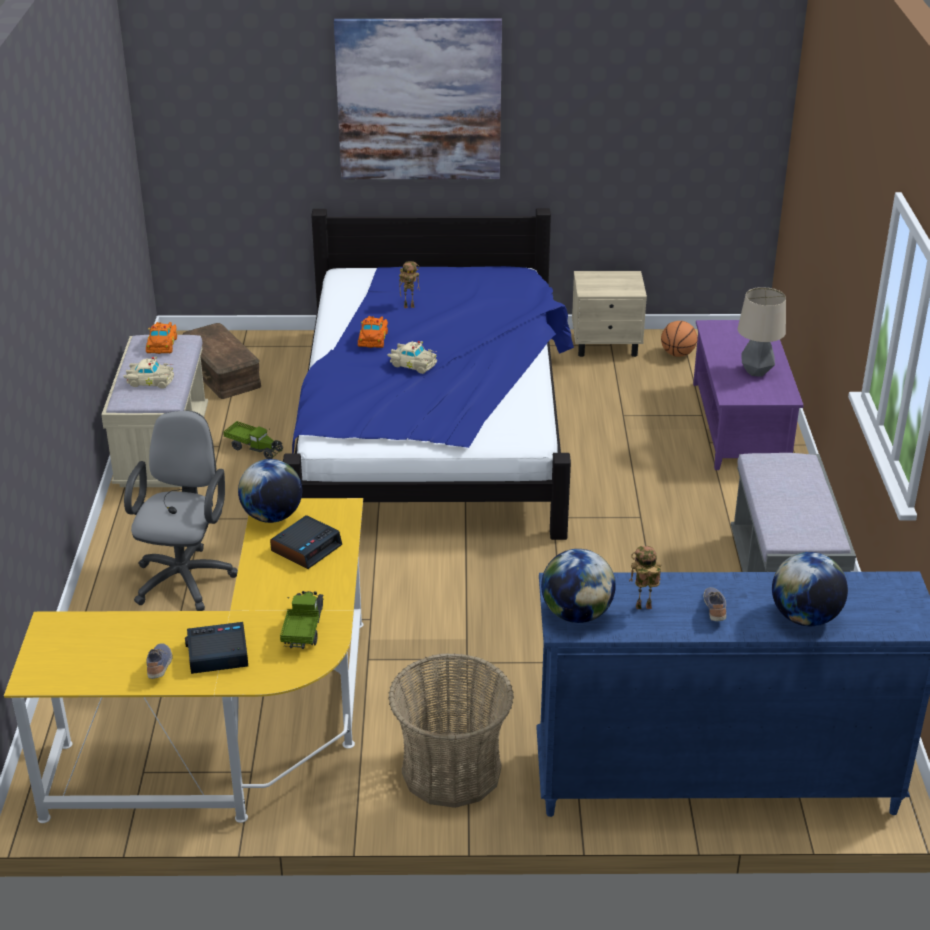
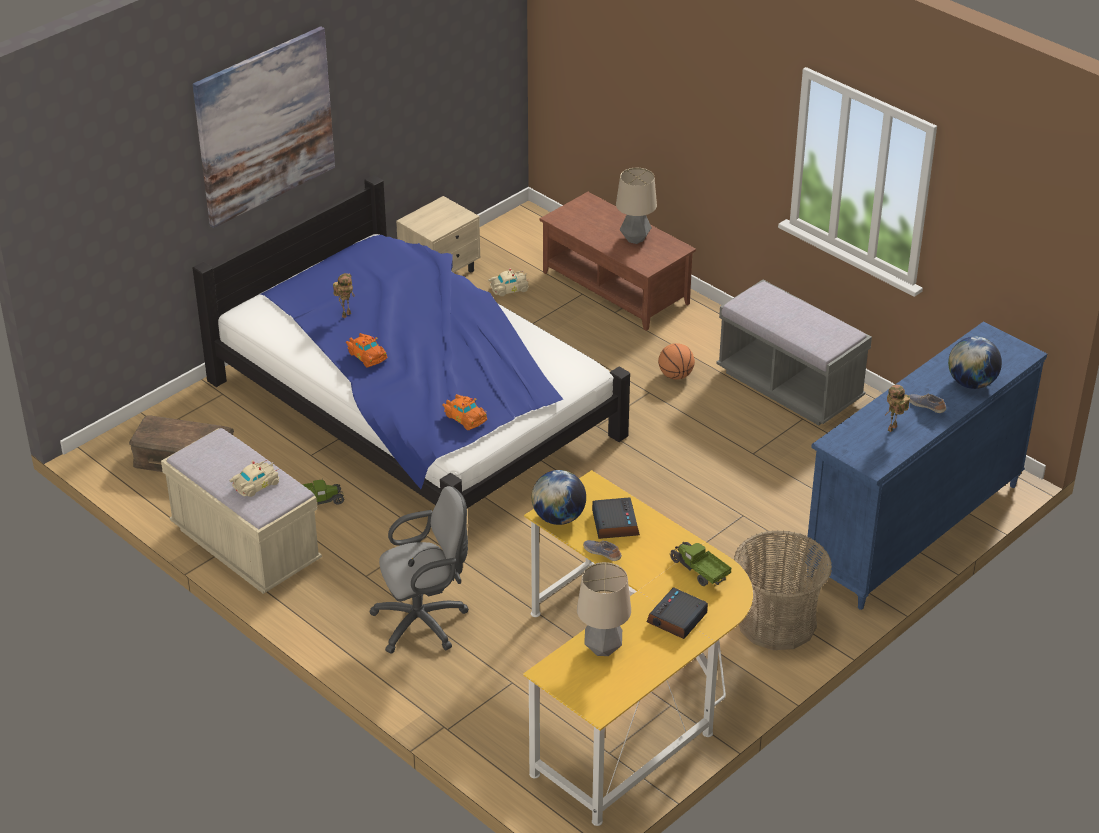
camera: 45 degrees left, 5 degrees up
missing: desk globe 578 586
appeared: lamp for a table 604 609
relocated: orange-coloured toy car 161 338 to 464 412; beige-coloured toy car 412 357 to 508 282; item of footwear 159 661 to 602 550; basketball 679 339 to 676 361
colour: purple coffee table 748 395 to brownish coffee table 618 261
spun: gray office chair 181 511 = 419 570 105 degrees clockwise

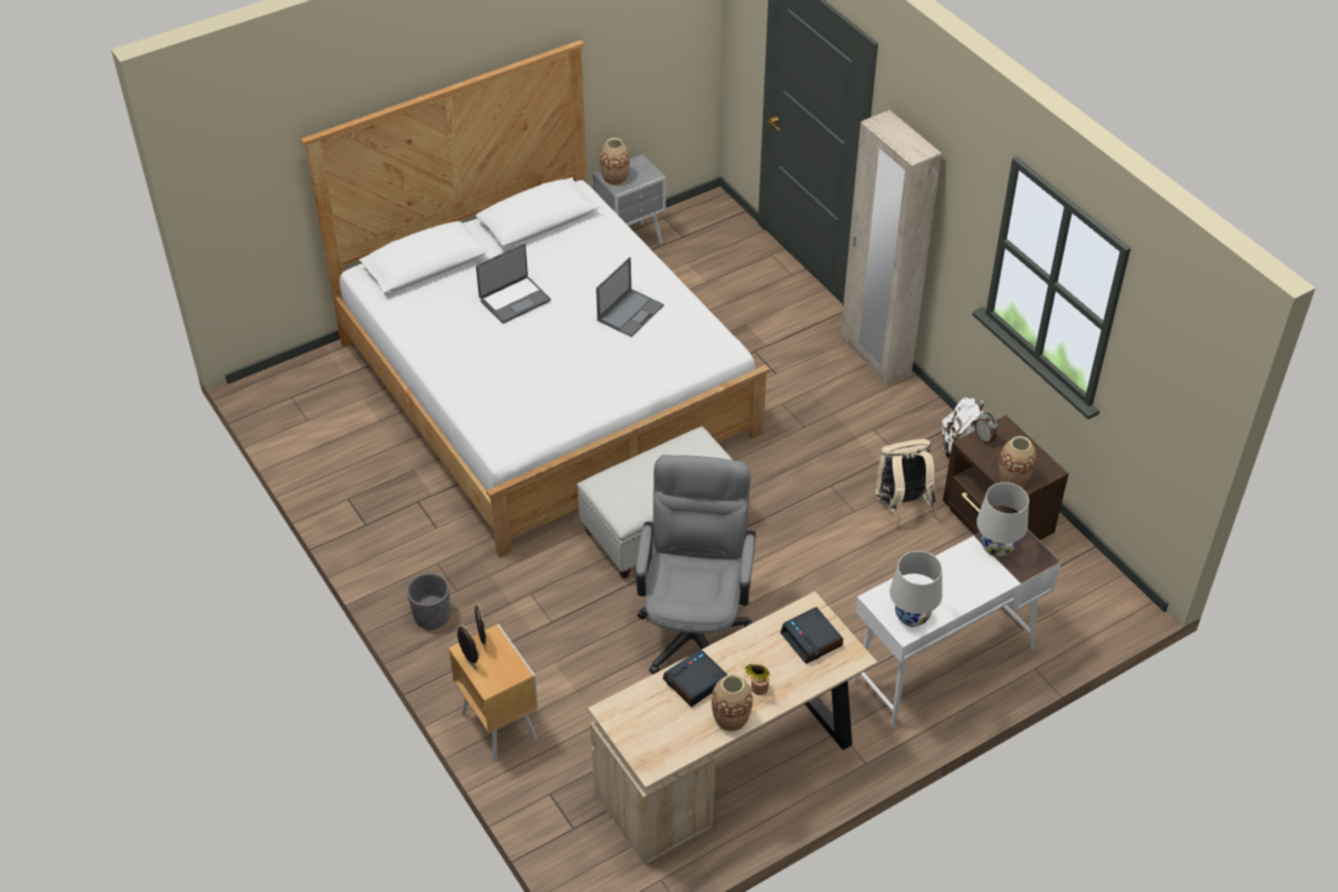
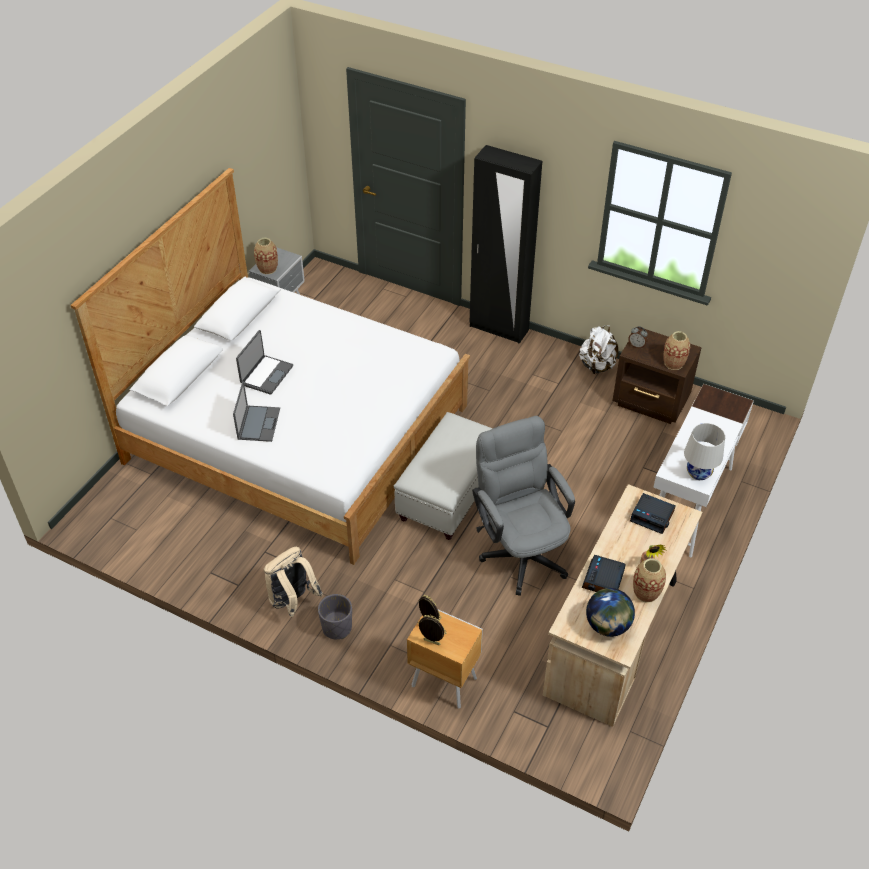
camera: 30 degrees left, 0 degrees up
missing: whitish lamp for a table 1003 519
appeared: desk globe 610 612
relocated: laptop 630 297 to 256 411; beige-coloured rucksack 906 477 to 293 582
colour: beige-coloured clothes cupboard 891 247 to blackish clothes cupboard 506 244

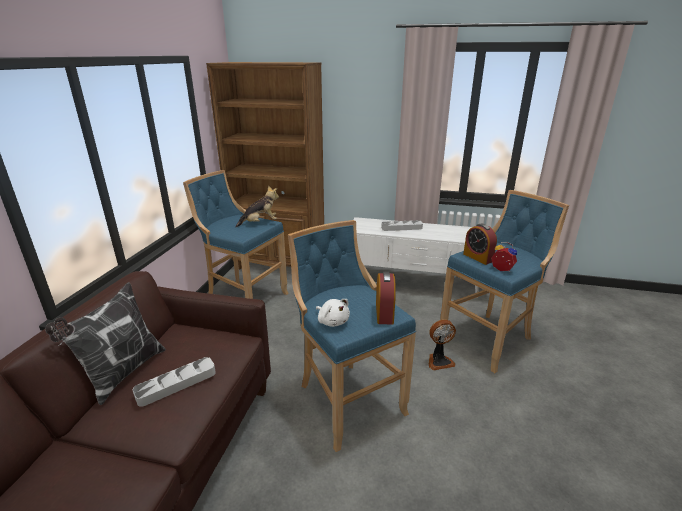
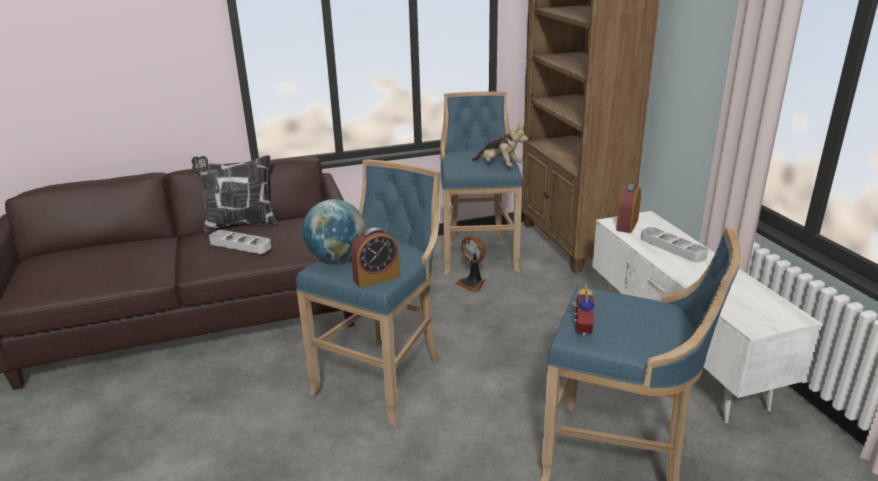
camera: 60 degrees right, 0 degrees up
relocated: fan 442 344 to 470 263; table clock 480 244 to 628 208
exchanged: whitish cuddly toy 333 313 to desk globe 334 230

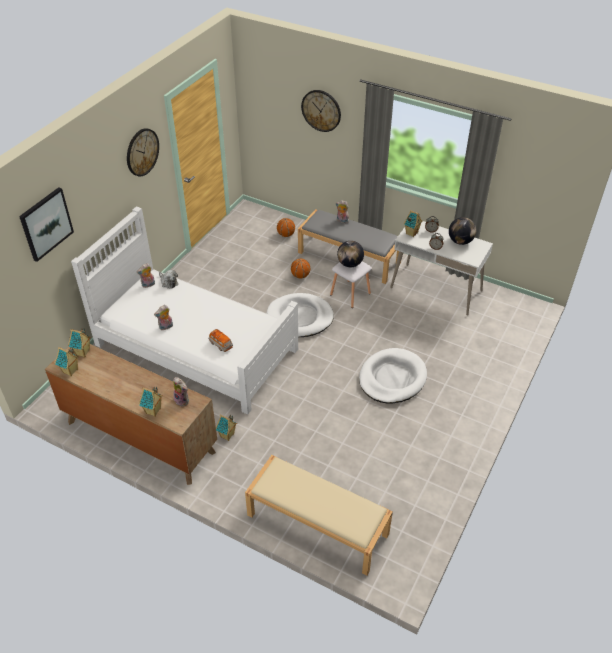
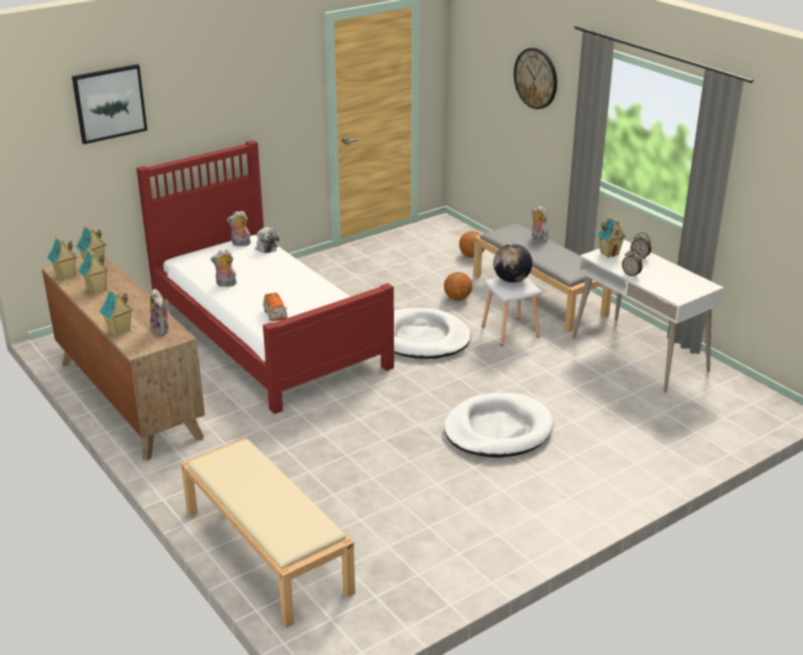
camera: 25 degrees right, 15 degrees down
missing: clock on the wall 143 152; desk globe 462 231
relocated: toy house 226 427 to 93 271
colour: whitish bedroom bed 184 310 to red-coloured bedroom bed 265 277

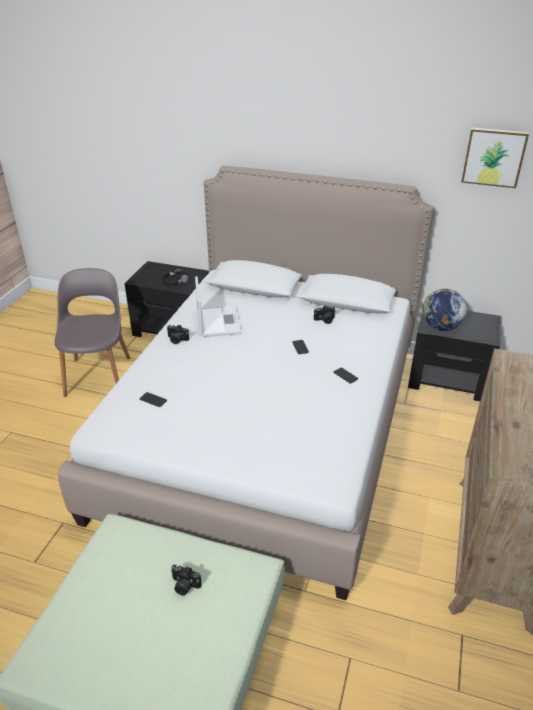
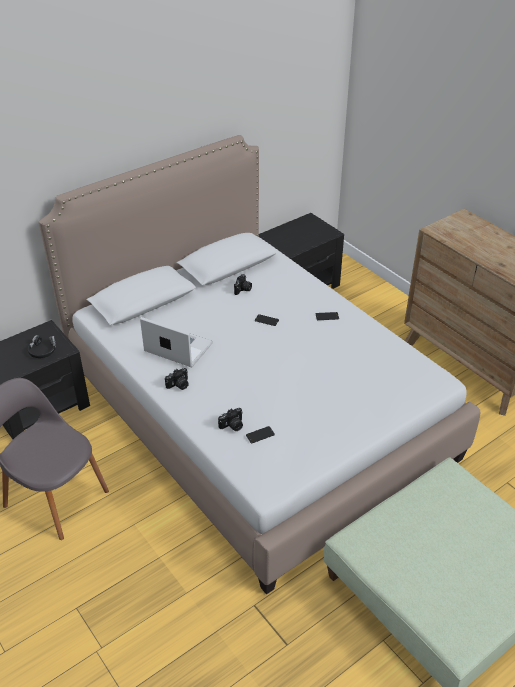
camera: 55 degrees left, 5 degrees up
missing: desk globe 444 310; wall picture 495 158
relocated: still camera 186 580 to 230 419

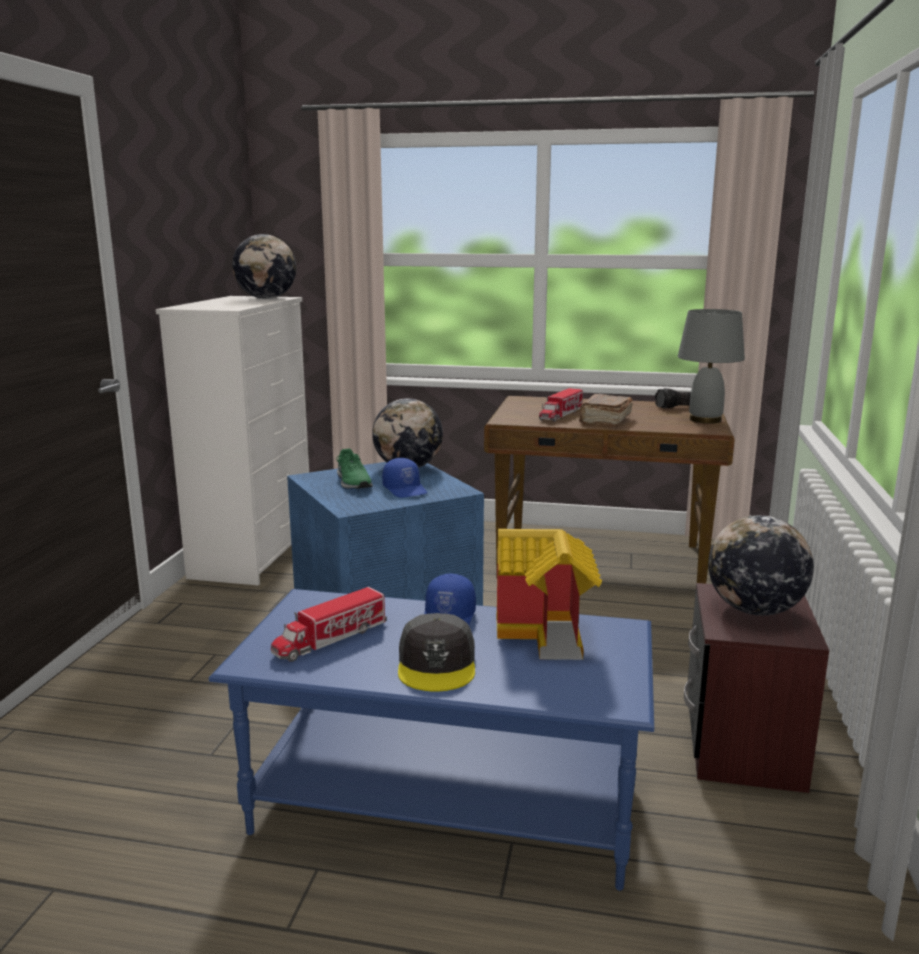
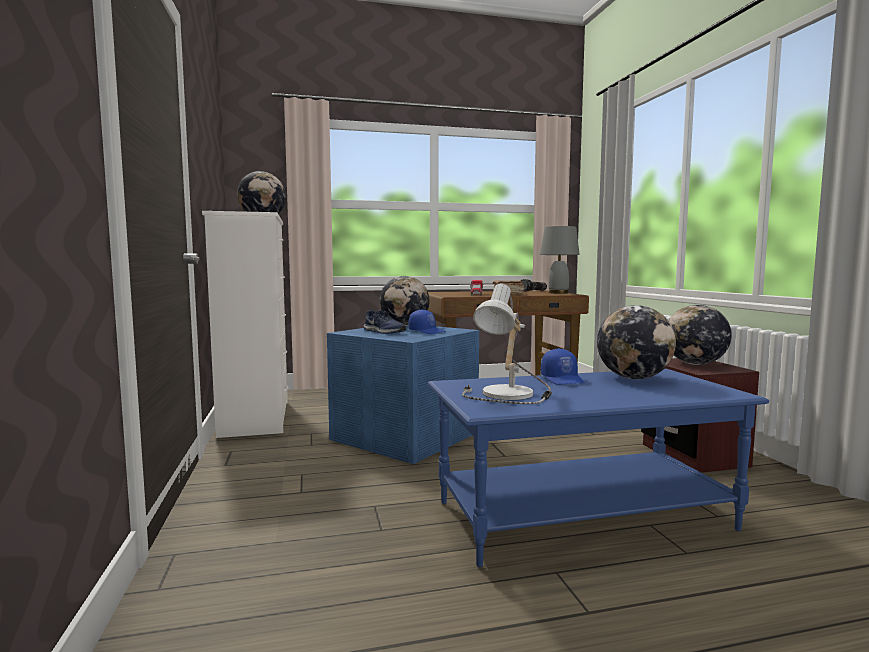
camera: 25 degrees left, 10 degrees down
missing: gray cap 436 652
exchanged: model truck 329 624 to lamp for a table 507 344; toy house 549 594 to desk globe 636 342
colour: green item of footwear 354 469 to blue item of footwear 385 322

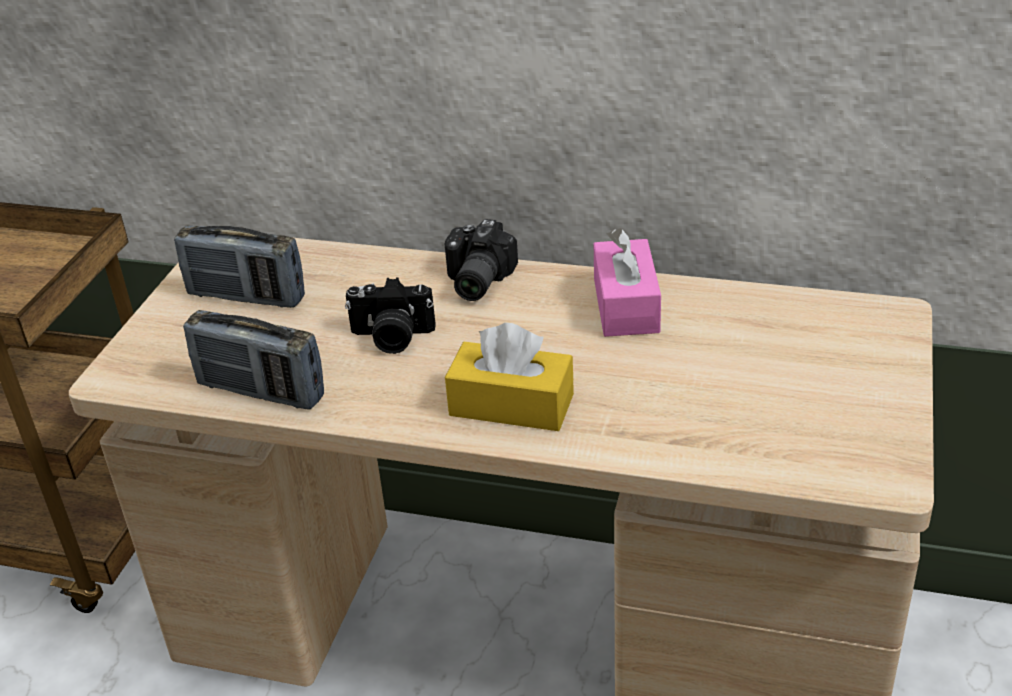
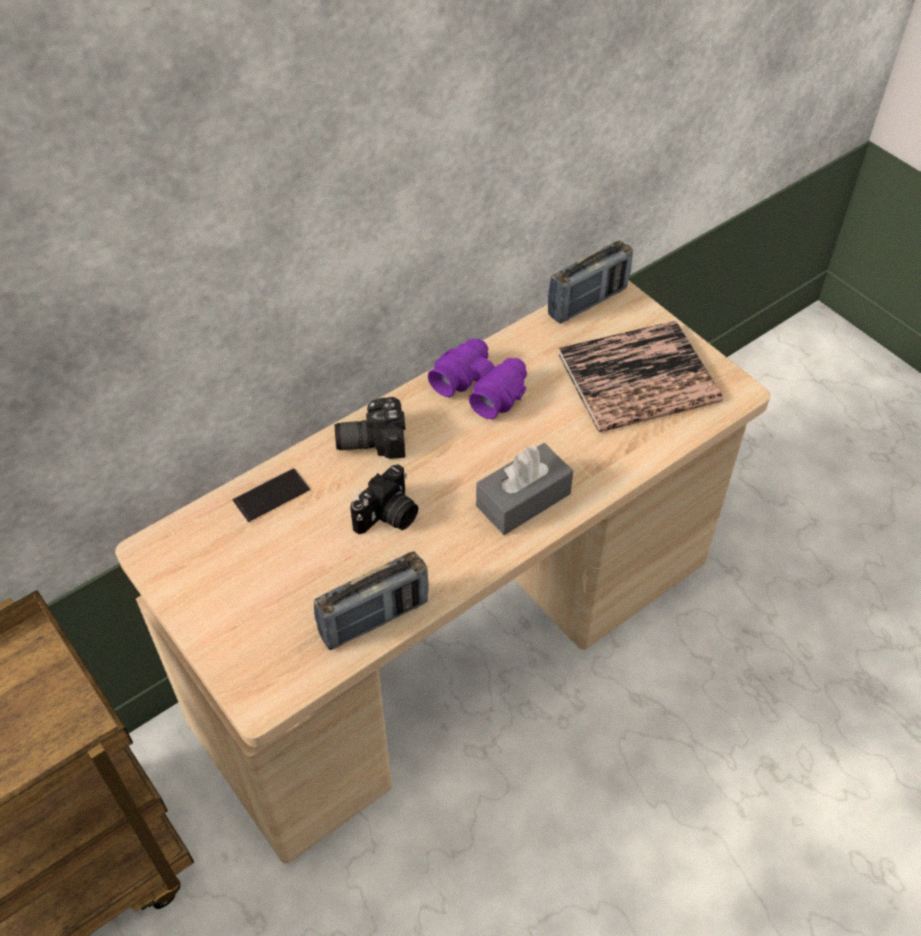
camera: 55 degrees left, 15 degrees up
appeared: phone 271 495; volume 640 376
relocated: radio 239 266 to 590 282
exchanged: pink-coloured box of tissues 627 282 to purple binoculars 477 379
colour: yellow-coloured box of tissues 509 377 to gray box of tissues 524 489
spun: still camera 481 260 = 370 428 120 degrees clockwise

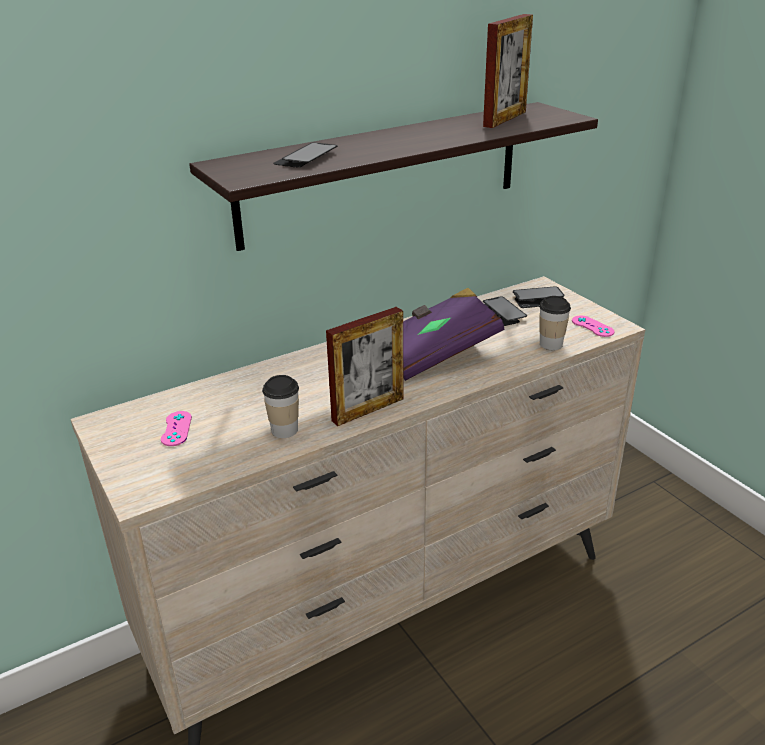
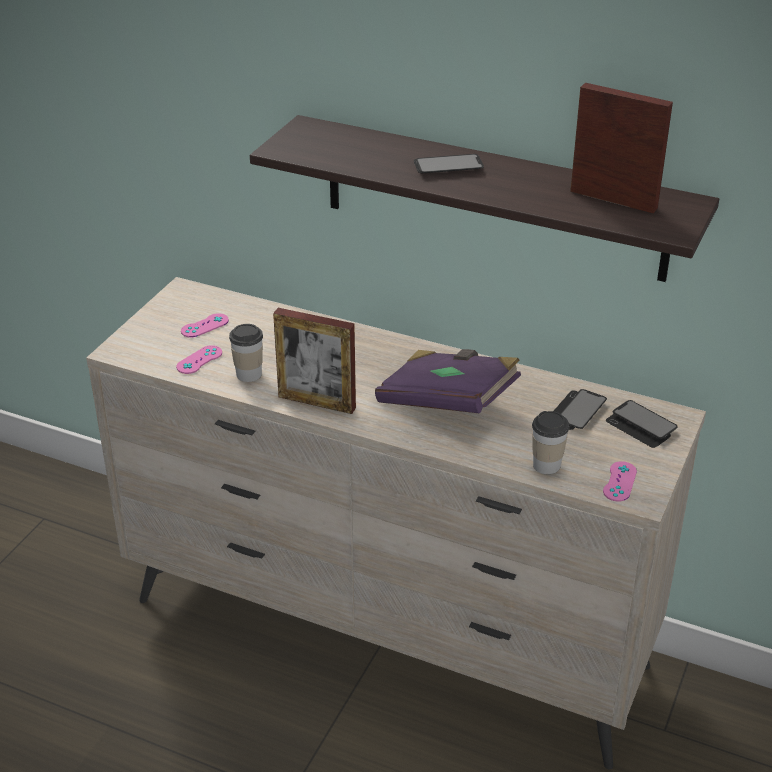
camera: 55 degrees right, 5 degrees up
appeared: pink-coloured gamepad 199 359
relocated: phone 305 154 to 449 163
spun: standing frame 508 71 = 621 148 150 degrees counterclockwise

